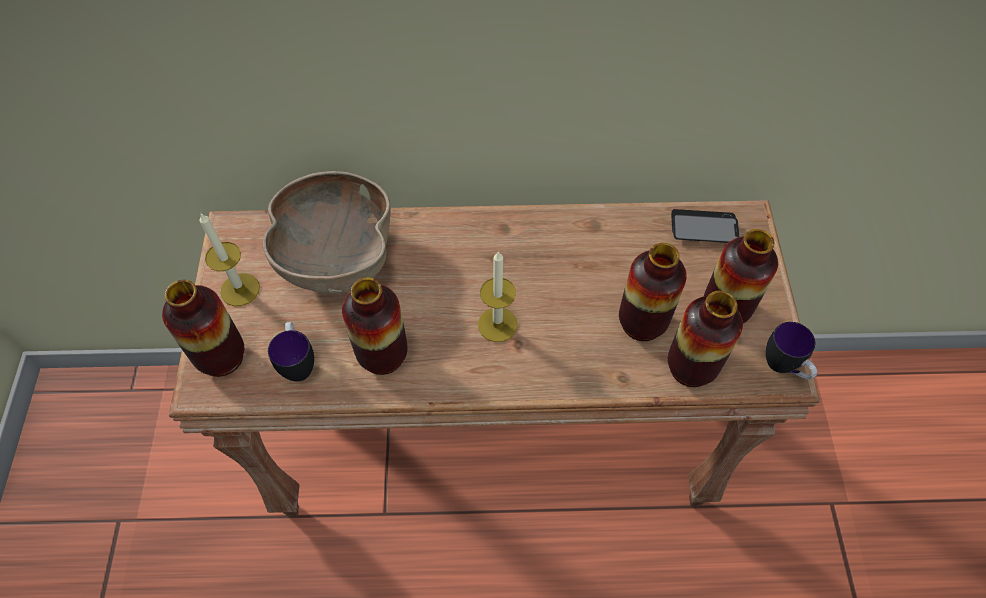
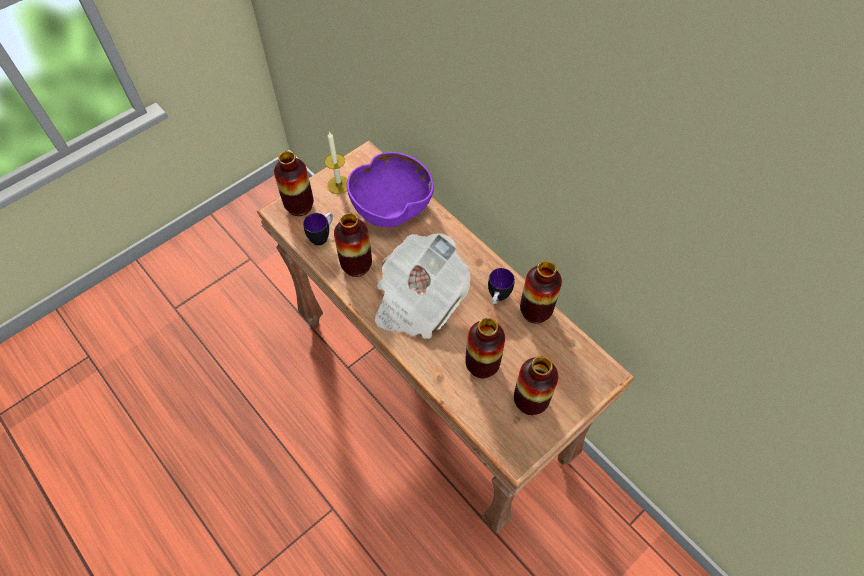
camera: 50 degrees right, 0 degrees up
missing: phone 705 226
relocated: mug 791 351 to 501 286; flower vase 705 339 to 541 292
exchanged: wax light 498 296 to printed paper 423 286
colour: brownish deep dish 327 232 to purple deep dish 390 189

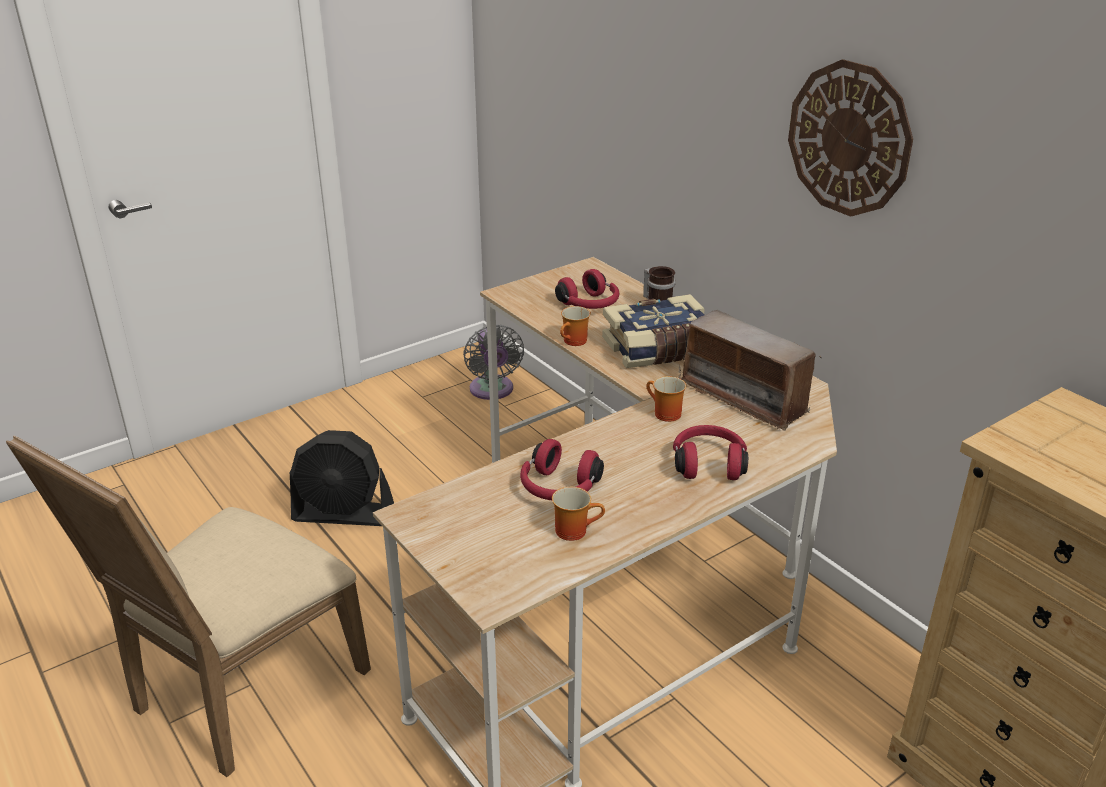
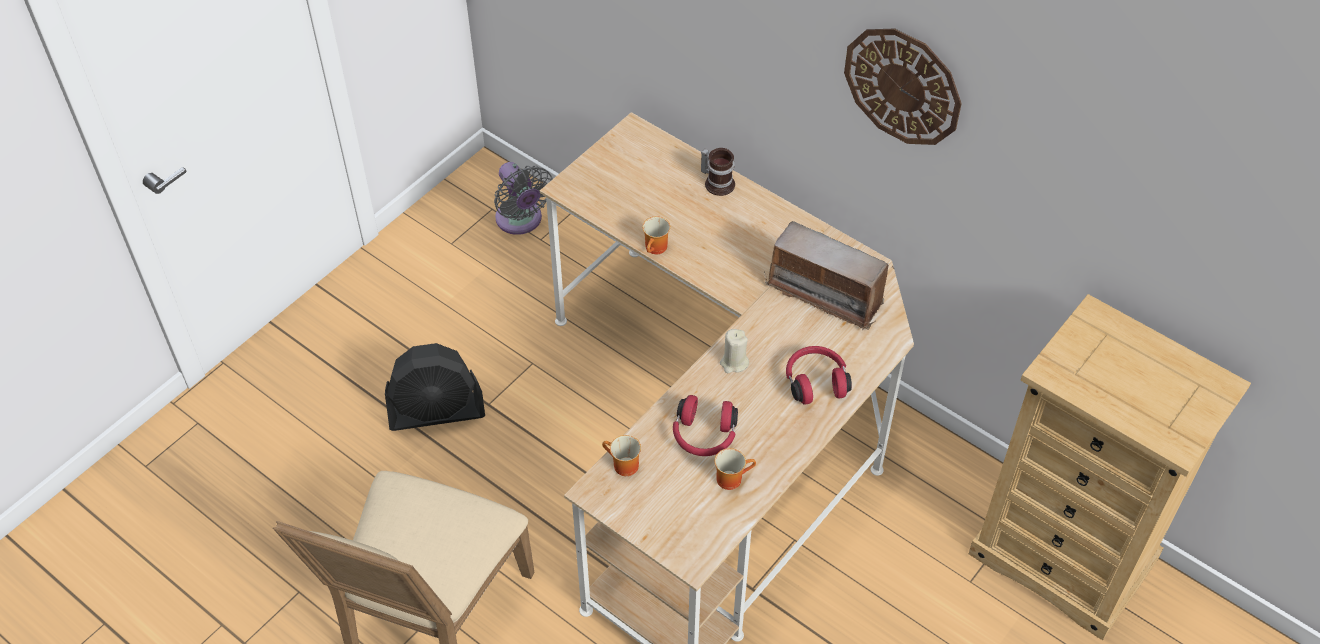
camera: 15 degrees left, 20 degrees up
missing: red-coloured headset 587 289; volume 653 331
appeared: beige-coloured wax light 734 351
relocated: mug 666 399 to 621 455

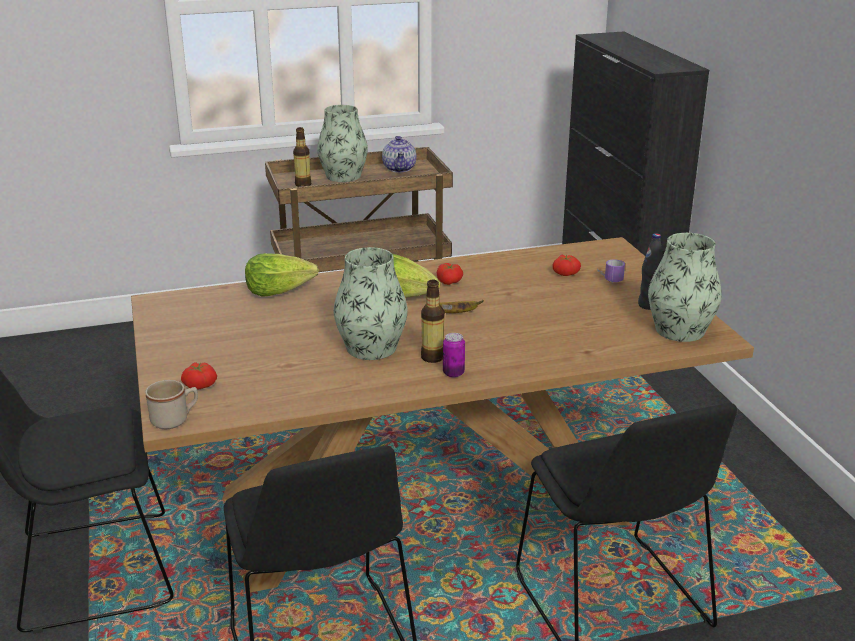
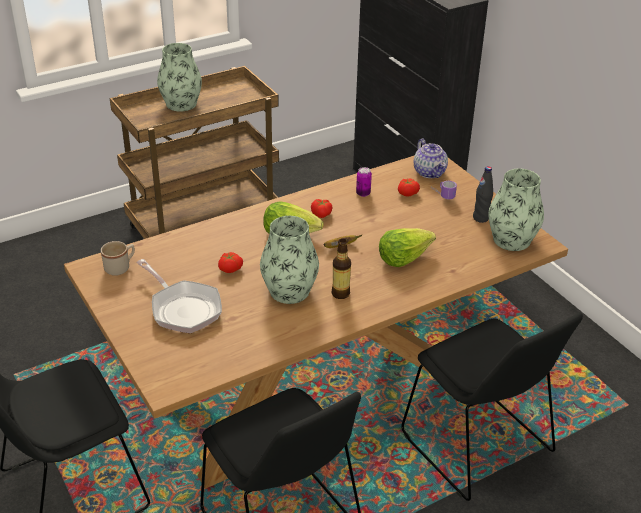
camera: 15 degrees left, 10 degrees up
missing: drink bottle 302 157
appeared: pan 179 296
relocated: beige-coloured mug 171 404 to 118 258; fresh tomato 199 375 to 230 262; can 454 355 to 364 182; lettuce head 282 275 to 407 247; pot for tea 399 154 to 431 158

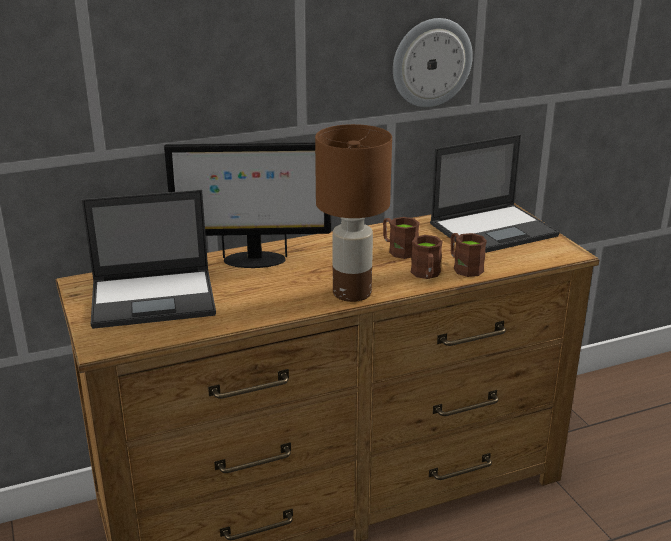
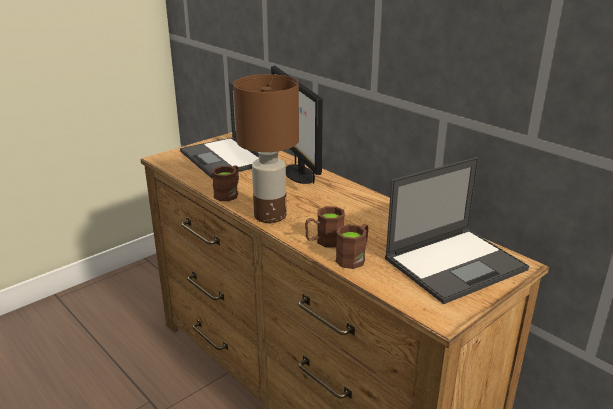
camera: 70 degrees right, 0 degrees up
missing: clock on the wall 433 62
relocated: brownish mug 401 238 to 225 183
spun: laptop 495 193 = 457 230 75 degrees counterclockwise

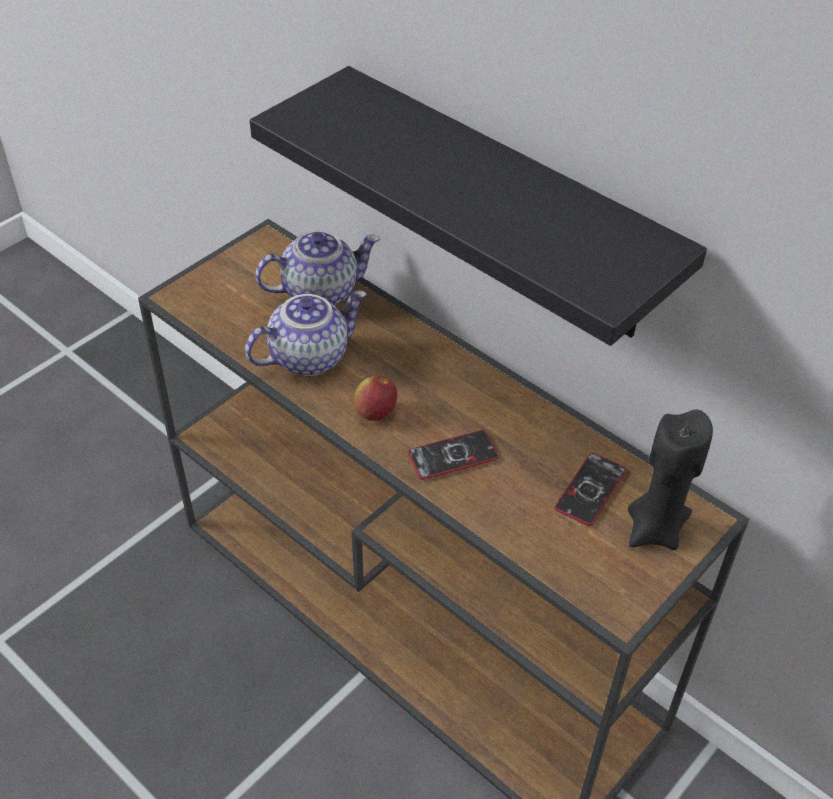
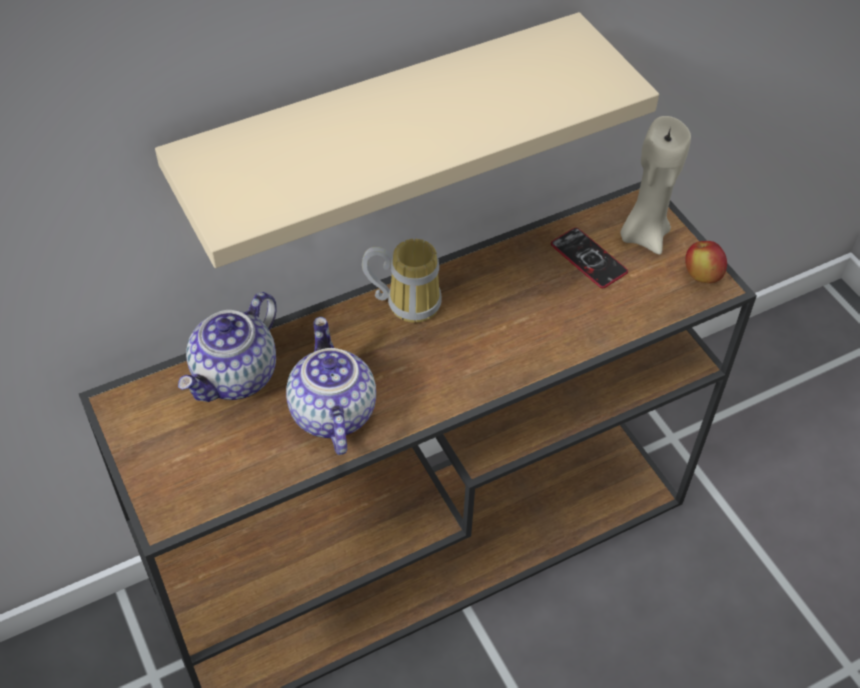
camera: 70 degrees left, 5 degrees up
missing: phone 453 455
appeared: mug 402 281
relocated: apple fruit 375 398 to 706 262
colour: blackish wall shelf 478 206 to beige-coloured wall shelf 407 140; blackish wax light 670 479 to beige-coloured wax light 655 185
spun: pot for tea 318 268 = 227 347 150 degrees counterclockwise

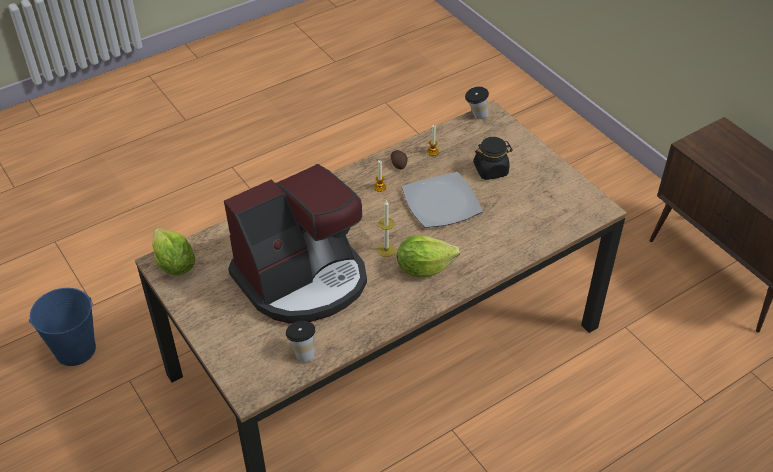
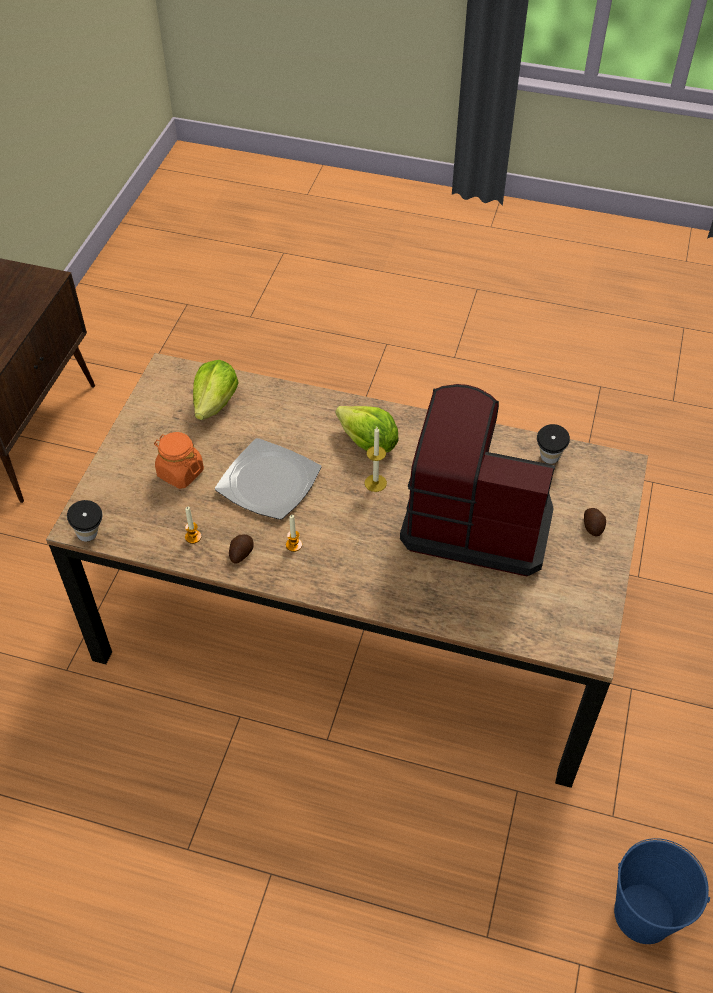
camera: 130 degrees left, 5 degrees up
appeared: spud 595 522
relocated: lettuce head 174 251 to 216 390
colour: blackish storage jar 493 158 to orange-coloured storage jar 179 460

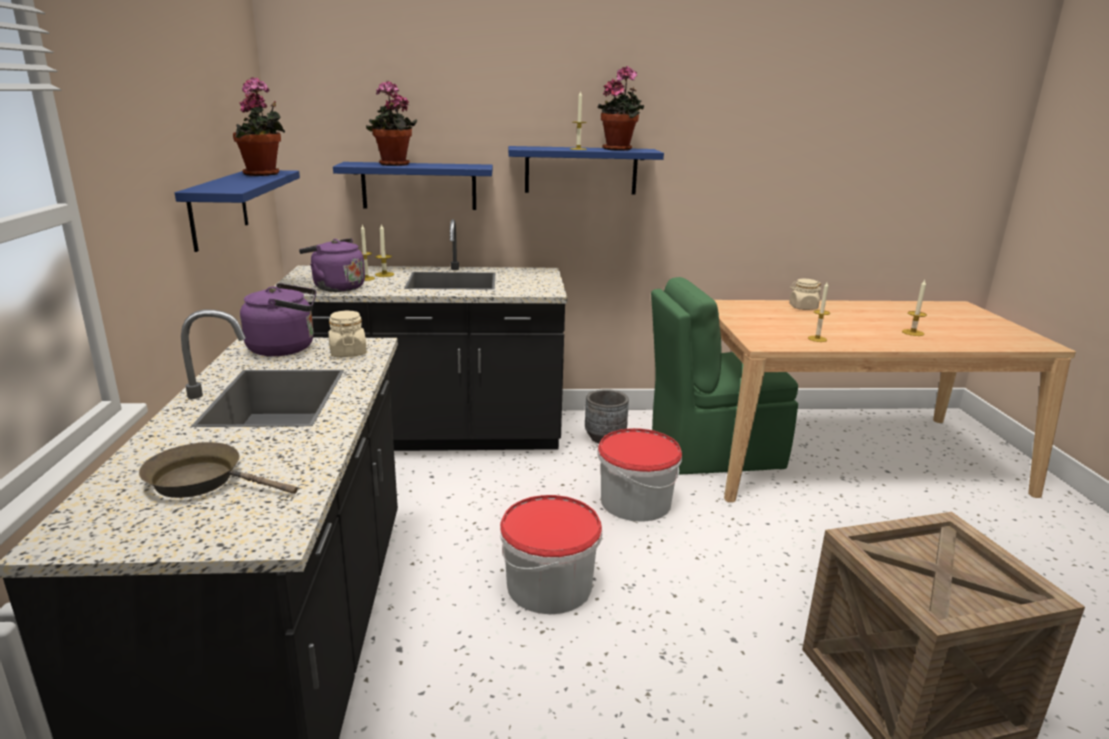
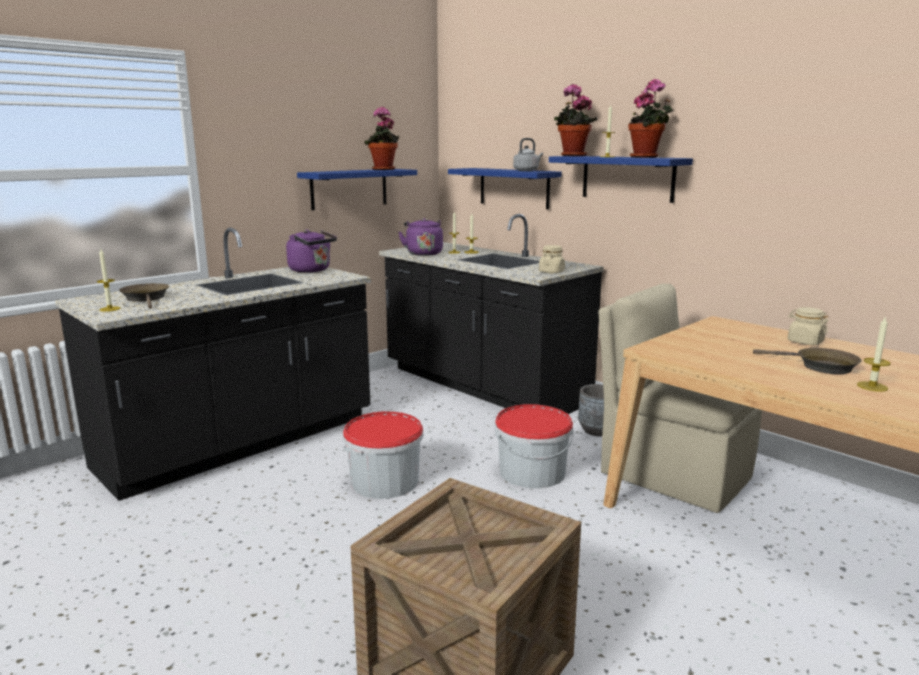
camera: 50 degrees right, 5 degrees down
appeared: gray water kettle 528 154; brownish pan 807 361
relocated: wax light 819 312 to 108 280; beige-coloured storage jar 347 334 to 552 259; plant in a pot 391 123 to 575 120
colour: green upright chair 724 376 to beige-coloured upright chair 680 398

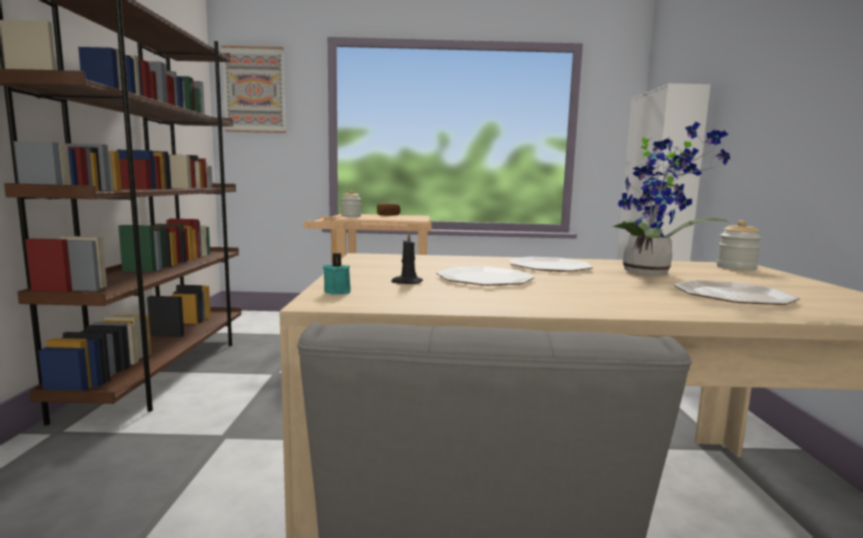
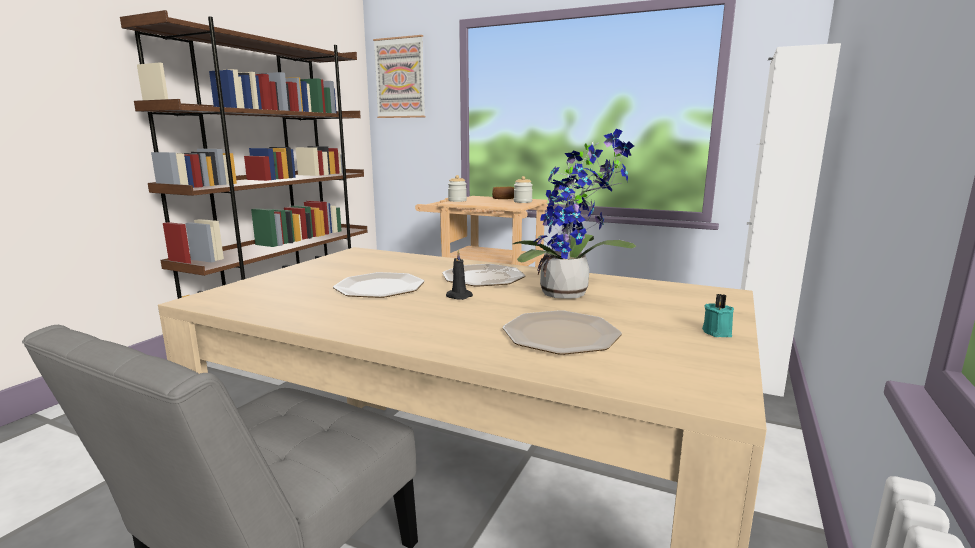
camera: 25 degrees right, 5 degrees up
relocated: blackish wax light 407 257 to 459 275; storage jar 739 245 to 523 189; turquoise-coloured wax light 337 274 to 718 315

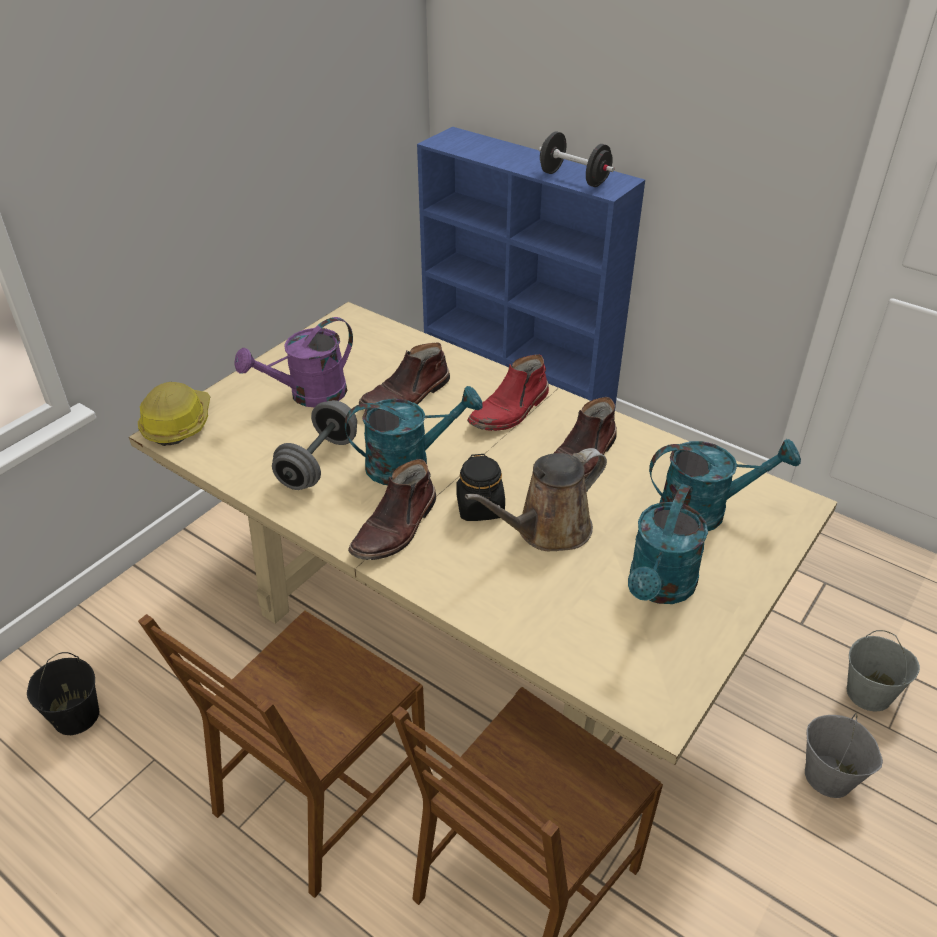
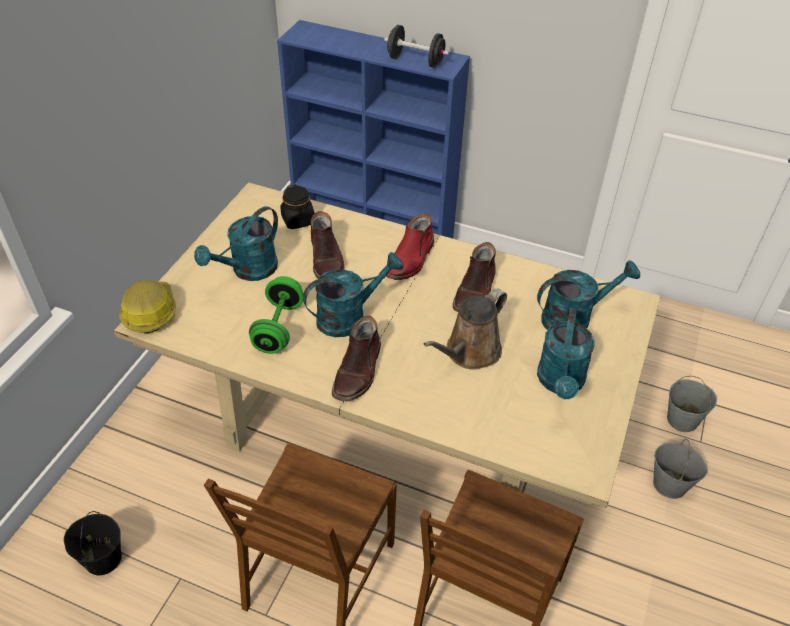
camera: 15 degrees left, 5 degrees up
relocated: blackish storage jar 480 487 to 297 206
colour: purple sprinkling can 293 362 to turquoise-coloured sprinkling can 236 243; gray dumbbell 314 445 to green dumbbell 276 315
spun: brownish high-top boot 404 373 = 327 245 45 degrees counterclockwise

